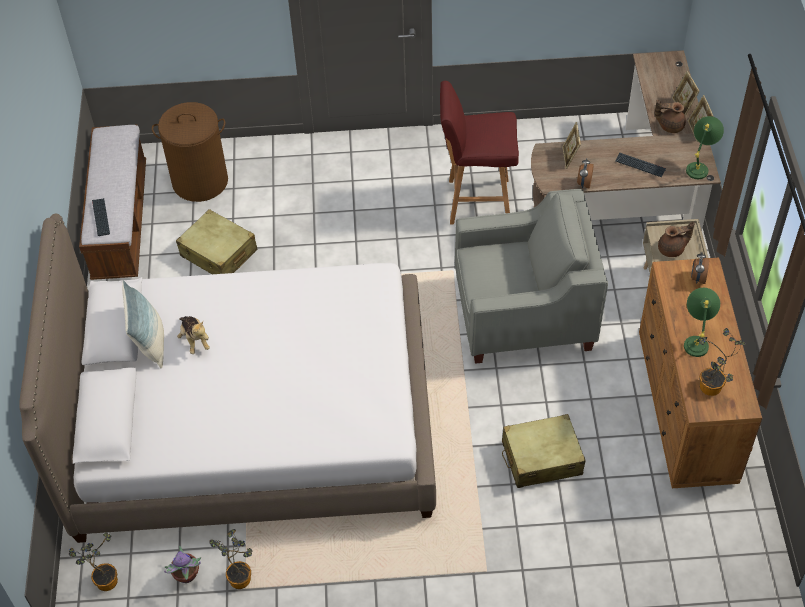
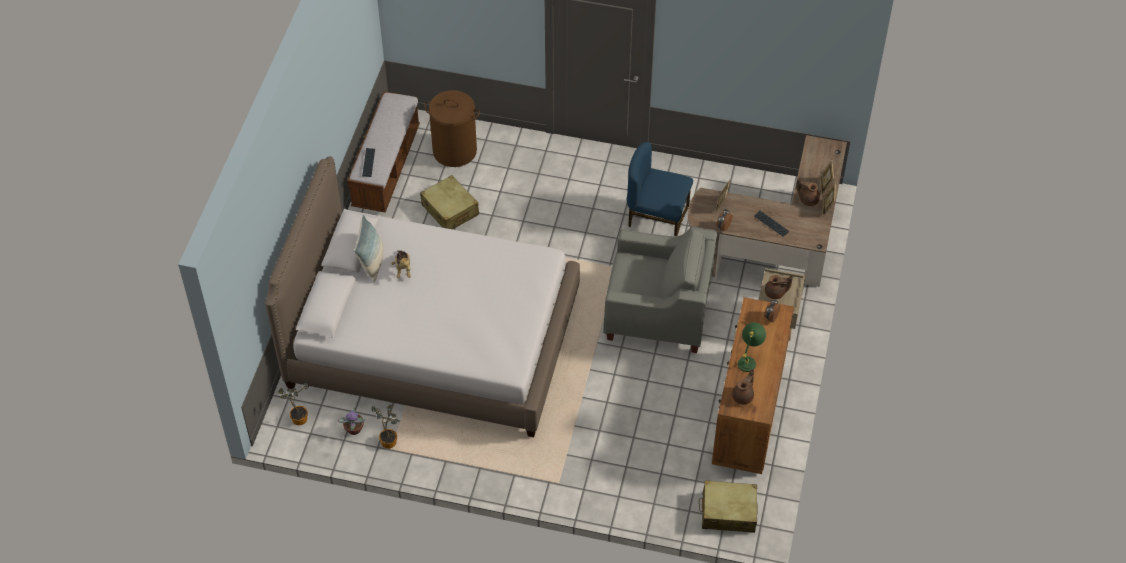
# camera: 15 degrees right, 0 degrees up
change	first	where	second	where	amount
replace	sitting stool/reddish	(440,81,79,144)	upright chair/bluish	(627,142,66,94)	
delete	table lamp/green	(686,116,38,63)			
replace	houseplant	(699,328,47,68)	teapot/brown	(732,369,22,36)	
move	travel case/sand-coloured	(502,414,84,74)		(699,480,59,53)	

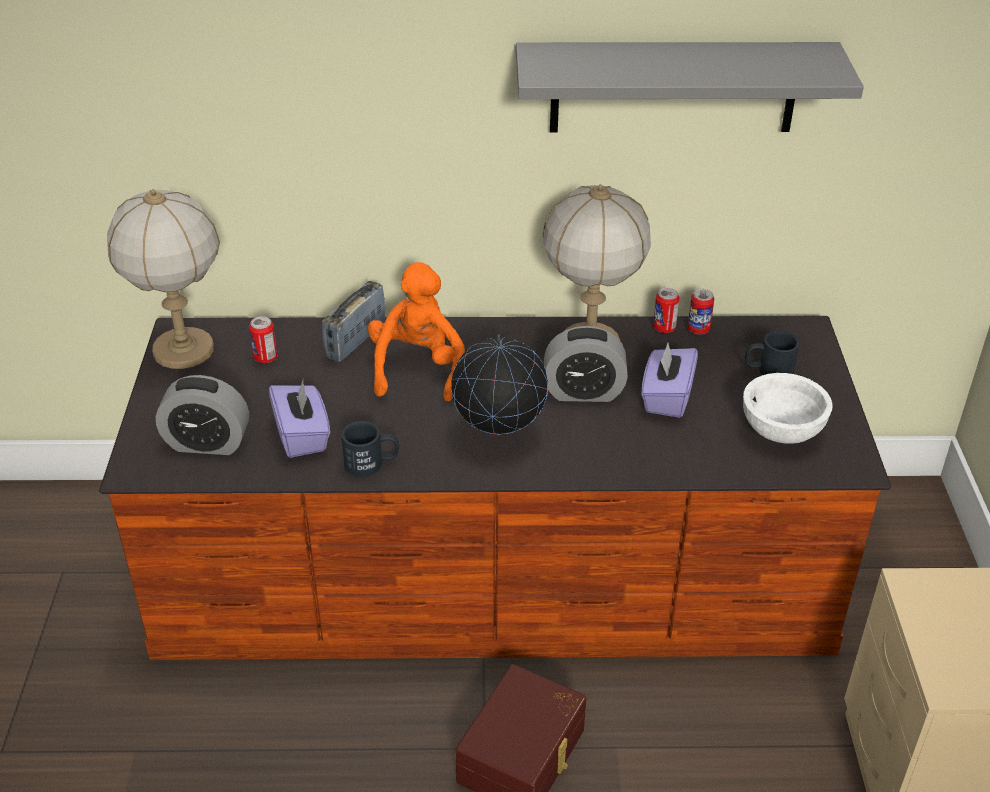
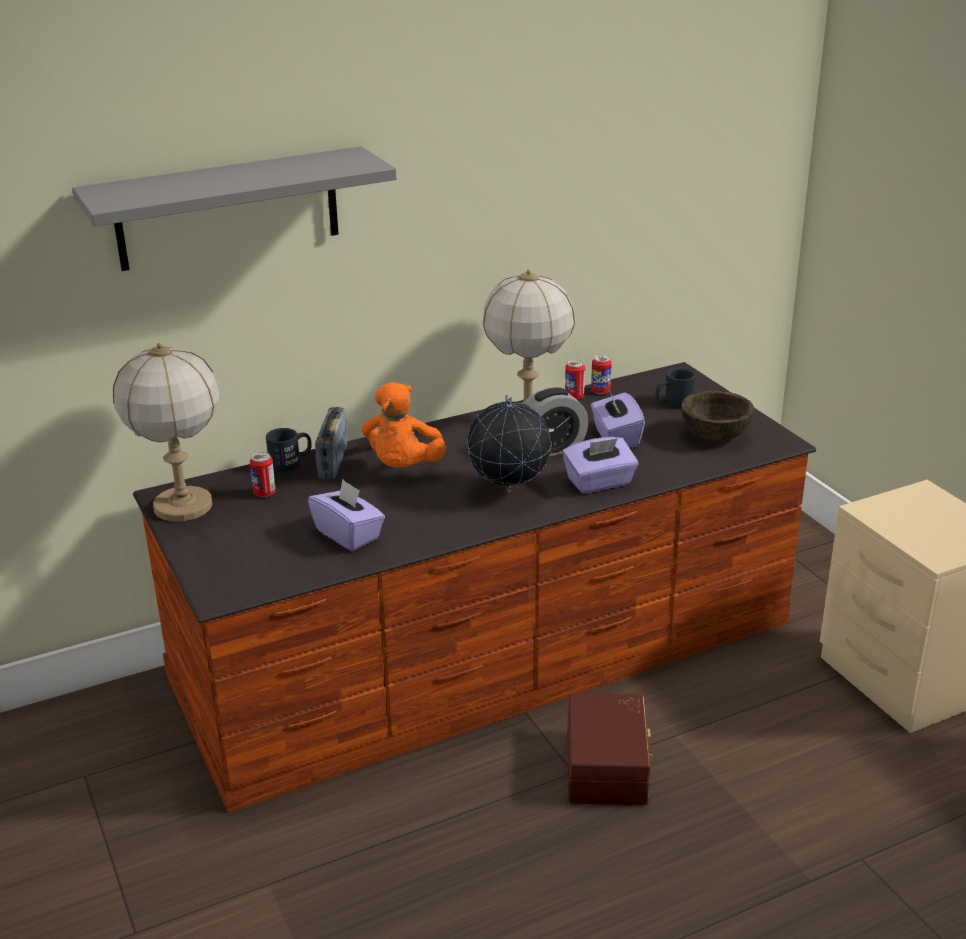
# camera: 25 degrees left, 10 degrees down
change	first	where	second	where	amount
move	bracket shelf/greyish	(516,42,348,90)		(72,146,325,125)	
rotate	cuddly toy/orange-coloured	(368,262,97,139)		(362,382,84,85)	150 degrees counterclockwise
recolor	bowl/white	(743,373,89,71)	bowl/brown	(682,391,72,50)	
delete	table clock	(155,375,94,80)			
move	coffee mug/black	(341,421,58,56)		(266,428,46,44)	
insert			tissue box/purplish	(562,437,76,57)	

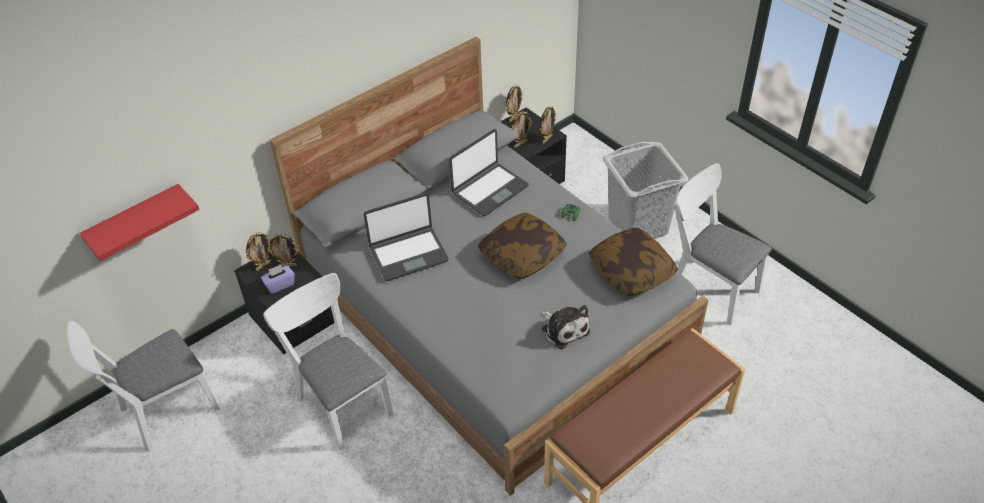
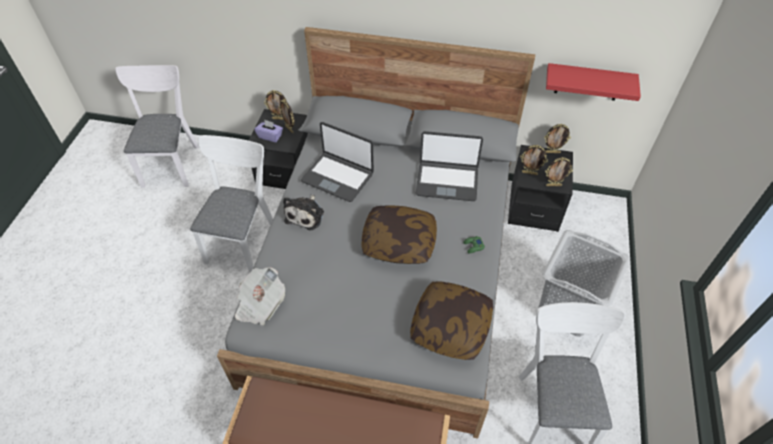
# camera: 50 degrees right, 5 degrees up
change	first	where	second	where	amount
move	bracket shelf/reddish	(80,184,120,77)		(546,63,95,38)	
move	cuddly toy	(542,305,48,44)		(283,194,41,36)	
rotate	upright chair/white	(67,321,153,131)		(115,65,84,123)	75 degrees clockwise
insert			printed paper	(235,267,50,58)	

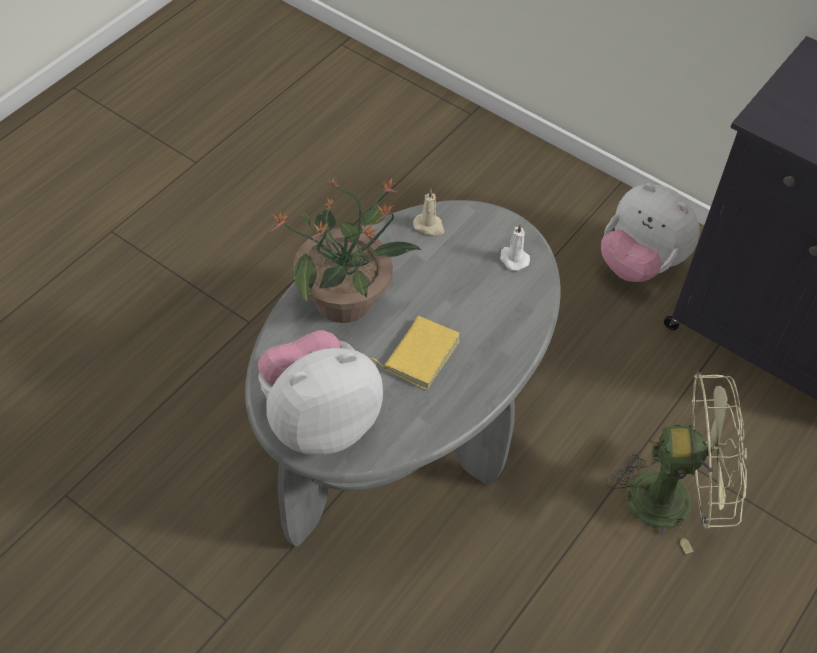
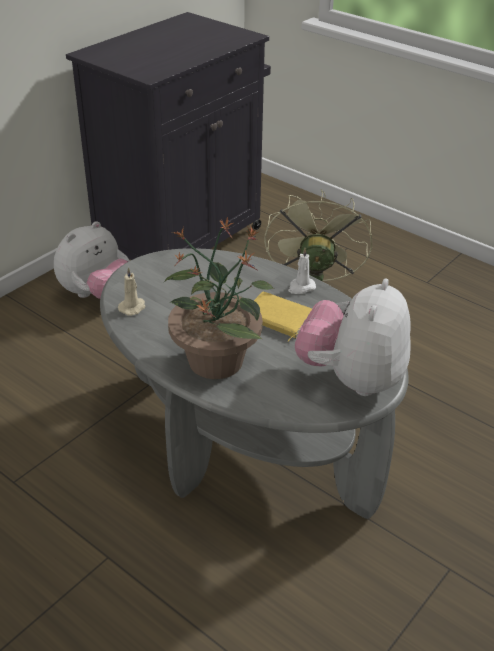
# camera: 85 degrees left, 15 degrees down
change	first	where	second	where	amount
move	candle/white	(500,223,30,48)		(288,248,28,46)	
rotate	cuddly toy	(258,330,125,125)		(295,278,116,118)	45 degrees clockwise

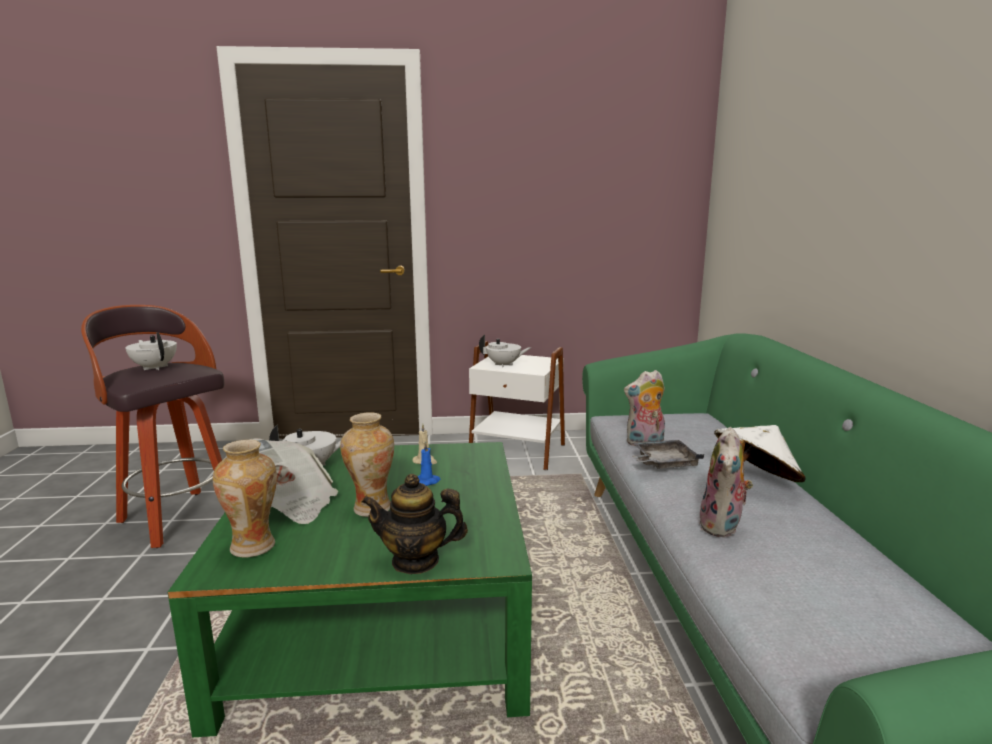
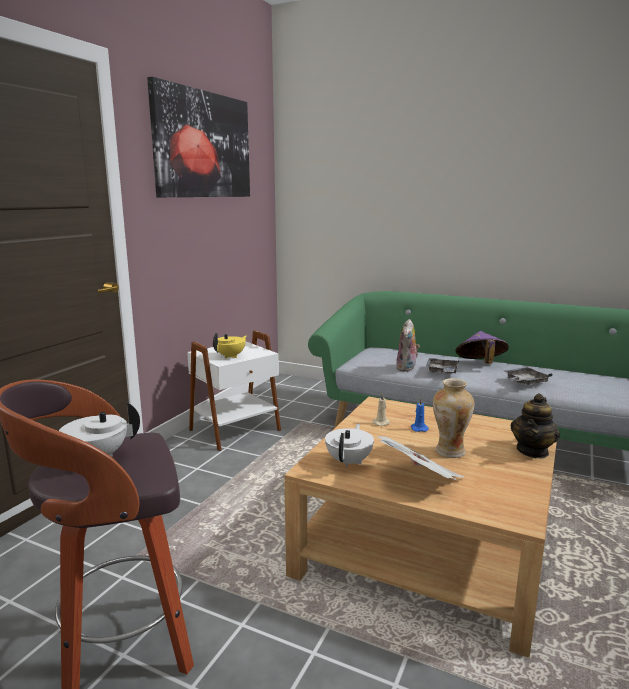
# camera: 60 degrees left, 0 degrees up
change	first	where	second	where	amount
recolor	teapot/white	(479,334,52,34)	teapot/yellow	(213,333,34,25)	
recolor	hat/white	(714,425,92,57)	hat/purplish	(455,331,54,33)	
replace	cuddly toy	(698,427,55,111)	serving tray/greyish	(504,367,48,18)	
delete	decorative vase	(213,440,64,118)			
recolor	low table/green	(168,442,364,296)	low table/sand-coloured	(284,397,273,261)	
insert			wall picture	(147,77,103,120)	

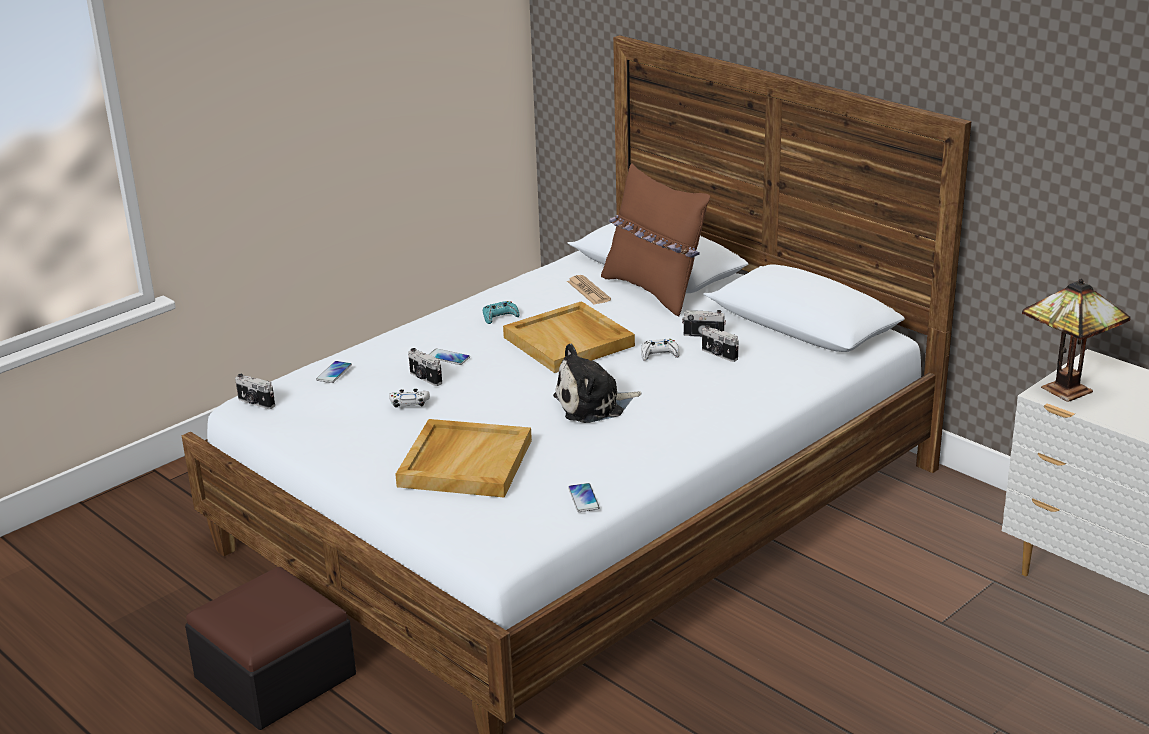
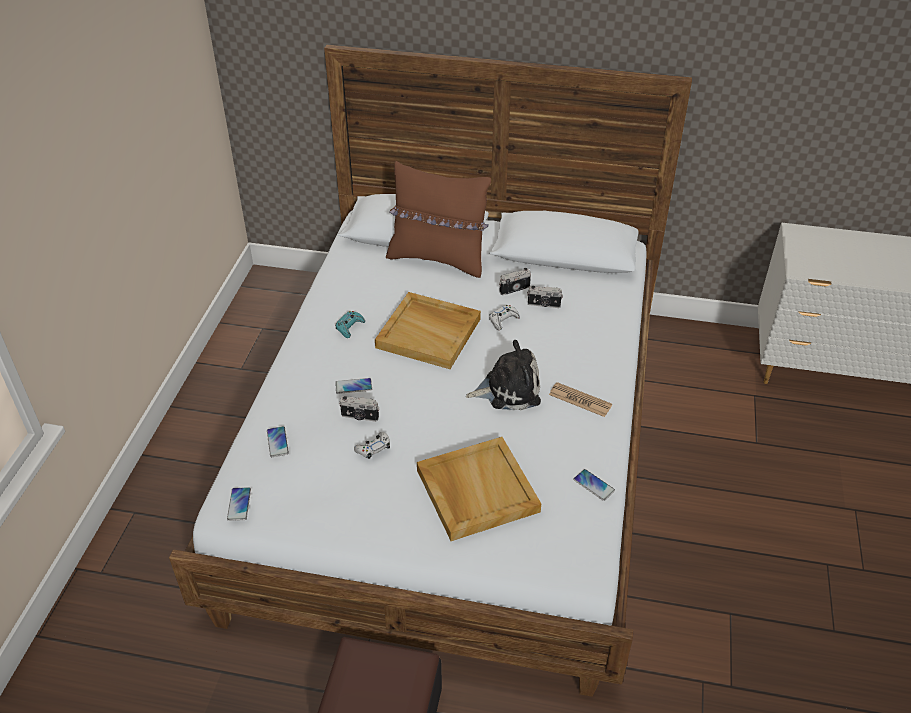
# camera: 35 degrees left, 15 degrees up
change	first	where	second	where	amount
move	printed paper	(567,275,44,30)		(549,382,63,35)	
delete	table lamp	(1022,279,109,123)			
rotate	cuddly toy	(553,343,88,80)		(466,340,75,70)	135 degrees counterclockwise
replace	photo camera	(235,374,40,35)	phone	(227,487,24,34)	

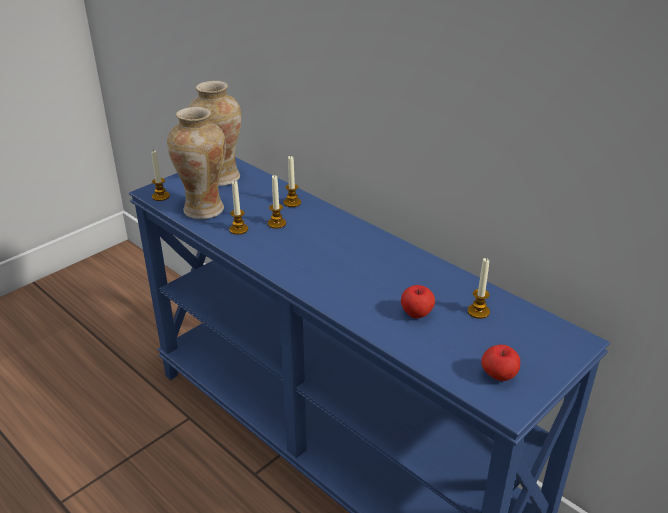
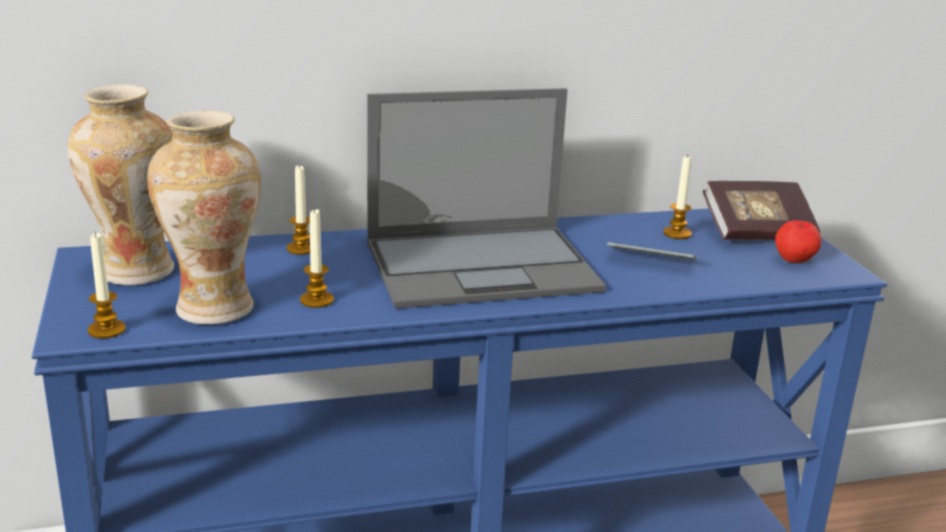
# camera: 60 degrees left, 10 degrees down
change	first	where	second	where	amount
delete	candle	(268,175,18,54)			
replace	whole apple	(401,285,34,33)	phone	(607,242,89,18)	
insert			laptop	(367,88,239,221)	
insert			bound book	(703,181,117,59)	

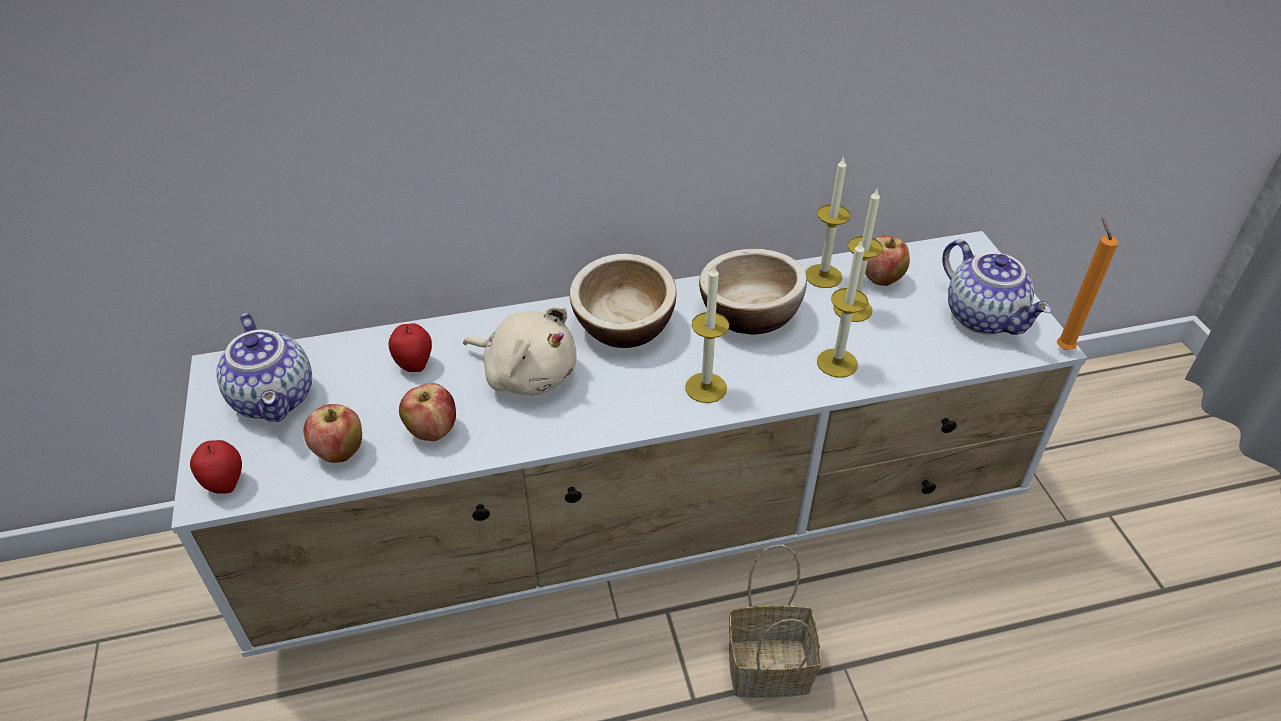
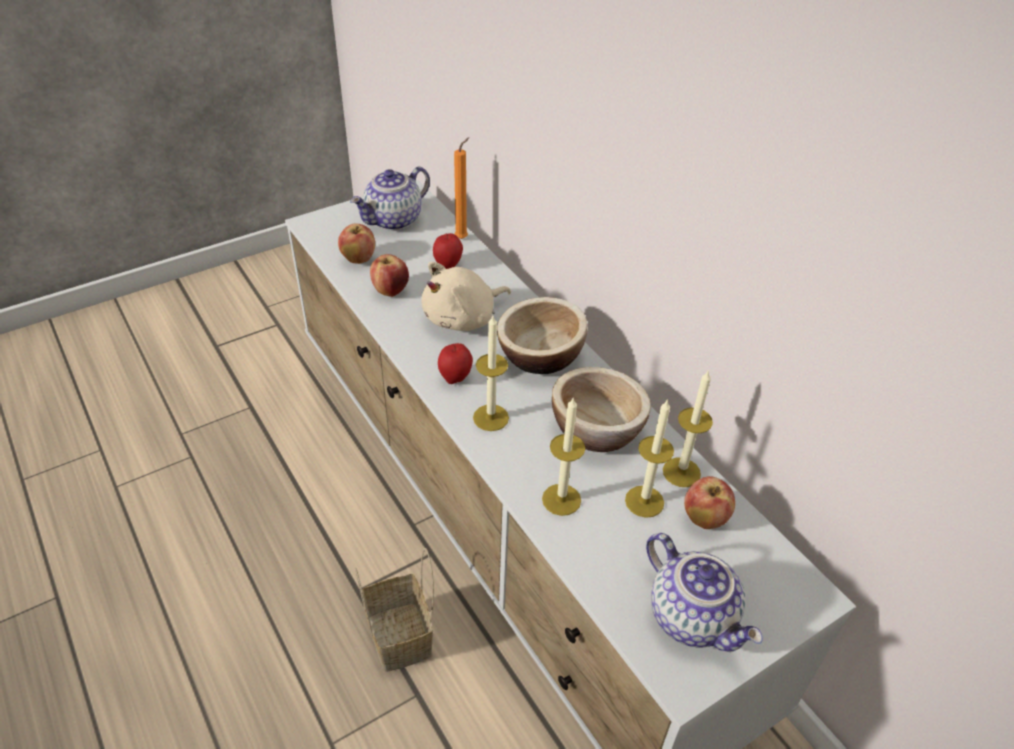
# camera: 70 degrees right, 0 degrees up
change	first	where	second	where	amount
move	candle/orange-coloured	(1057,217,61,133)		(454,137,15,102)	
rotate	teapot	(942,240,110,95)		(646,533,117,119)	75 degrees counterclockwise
rotate	cuddly toy/sand-coloured	(463,306,114,89)		(421,262,90,69)	45 degrees clockwise
move	whole apple	(190,440,52,53)		(438,343,35,41)	

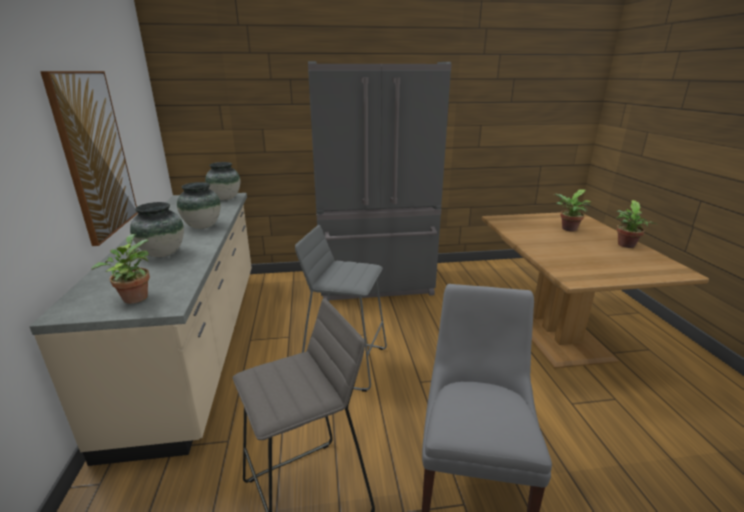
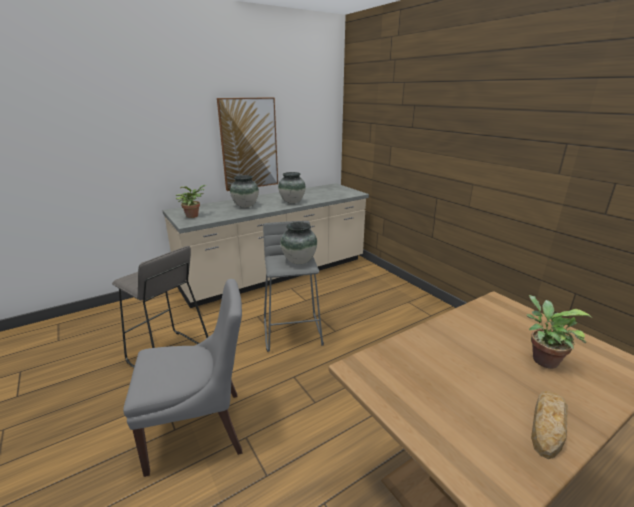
# camera: 65 degrees right, 0 degrees up
change	first	where	second	where	amount
delete	kitchen fridge/greyish	(308,61,144,239)			
move	decorative vase	(205,162,36,38)		(280,222,37,42)	
replace	houseplant	(616,200,42,48)	bread	(531,391,37,68)	

